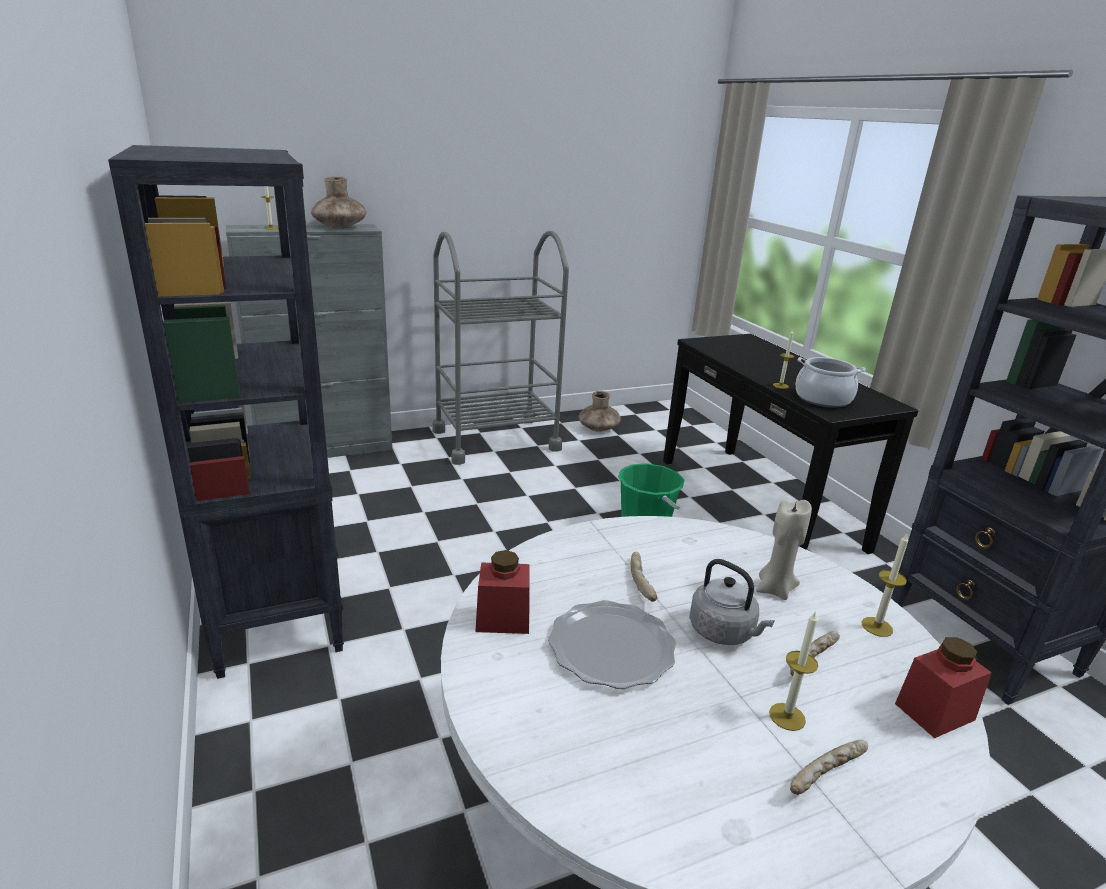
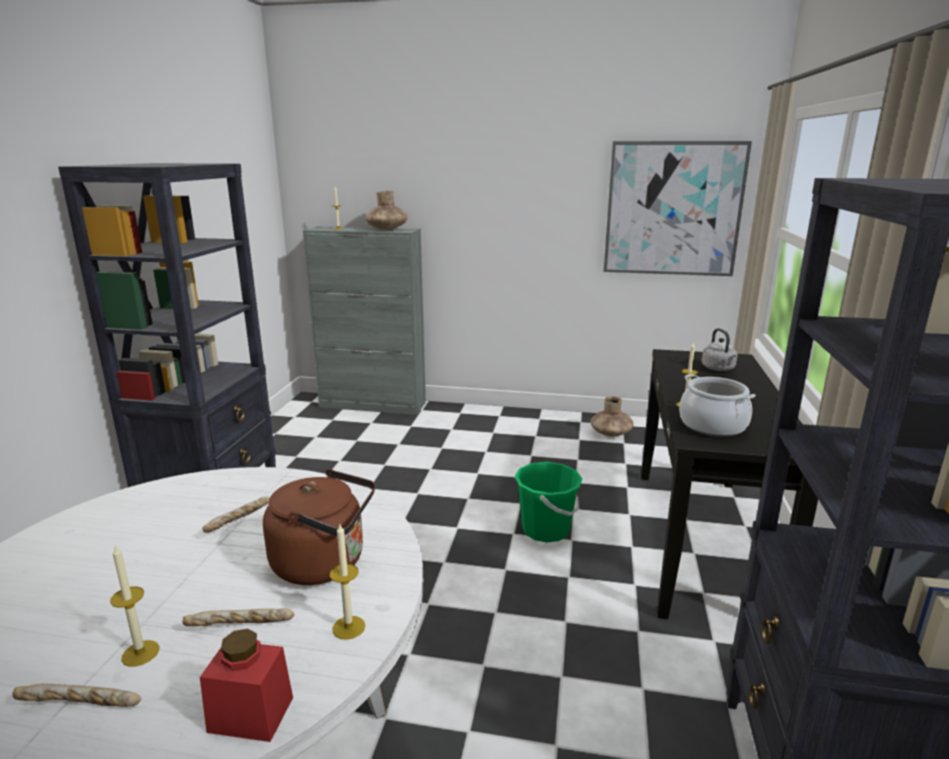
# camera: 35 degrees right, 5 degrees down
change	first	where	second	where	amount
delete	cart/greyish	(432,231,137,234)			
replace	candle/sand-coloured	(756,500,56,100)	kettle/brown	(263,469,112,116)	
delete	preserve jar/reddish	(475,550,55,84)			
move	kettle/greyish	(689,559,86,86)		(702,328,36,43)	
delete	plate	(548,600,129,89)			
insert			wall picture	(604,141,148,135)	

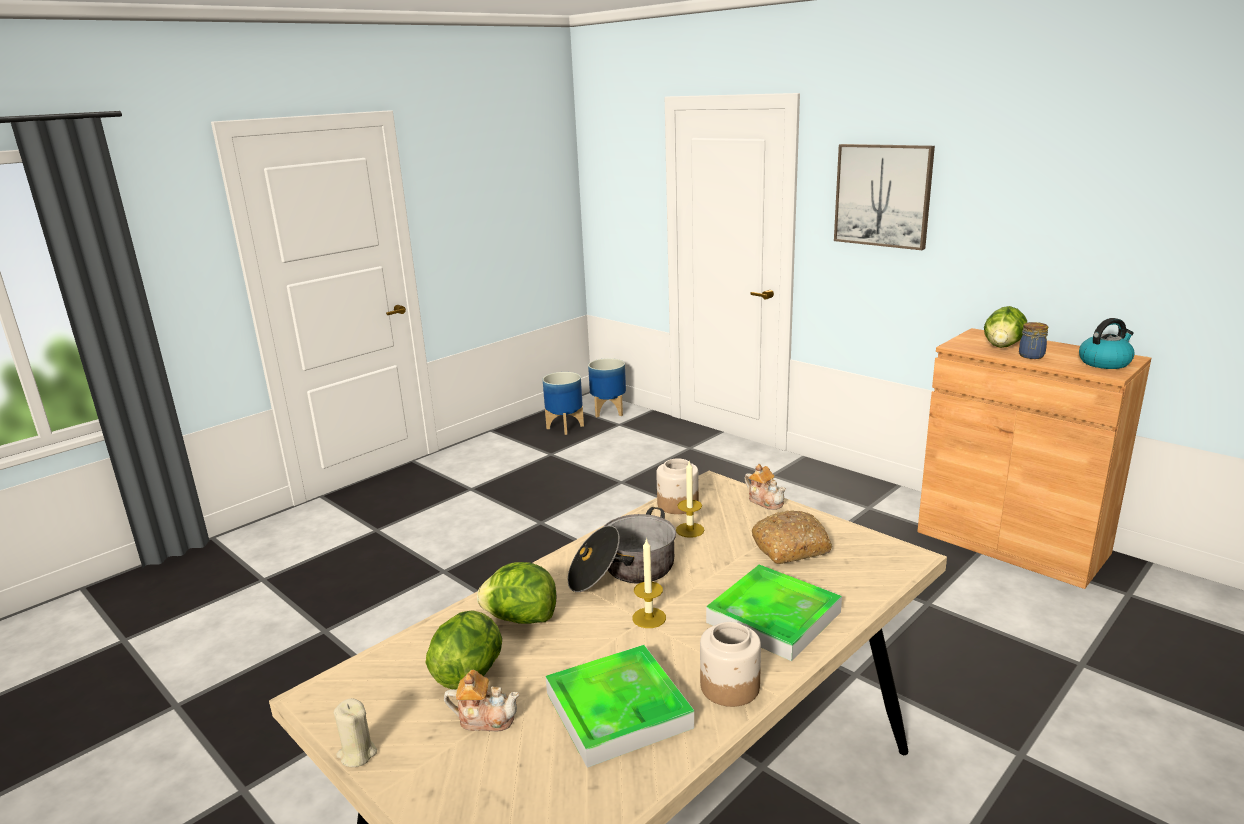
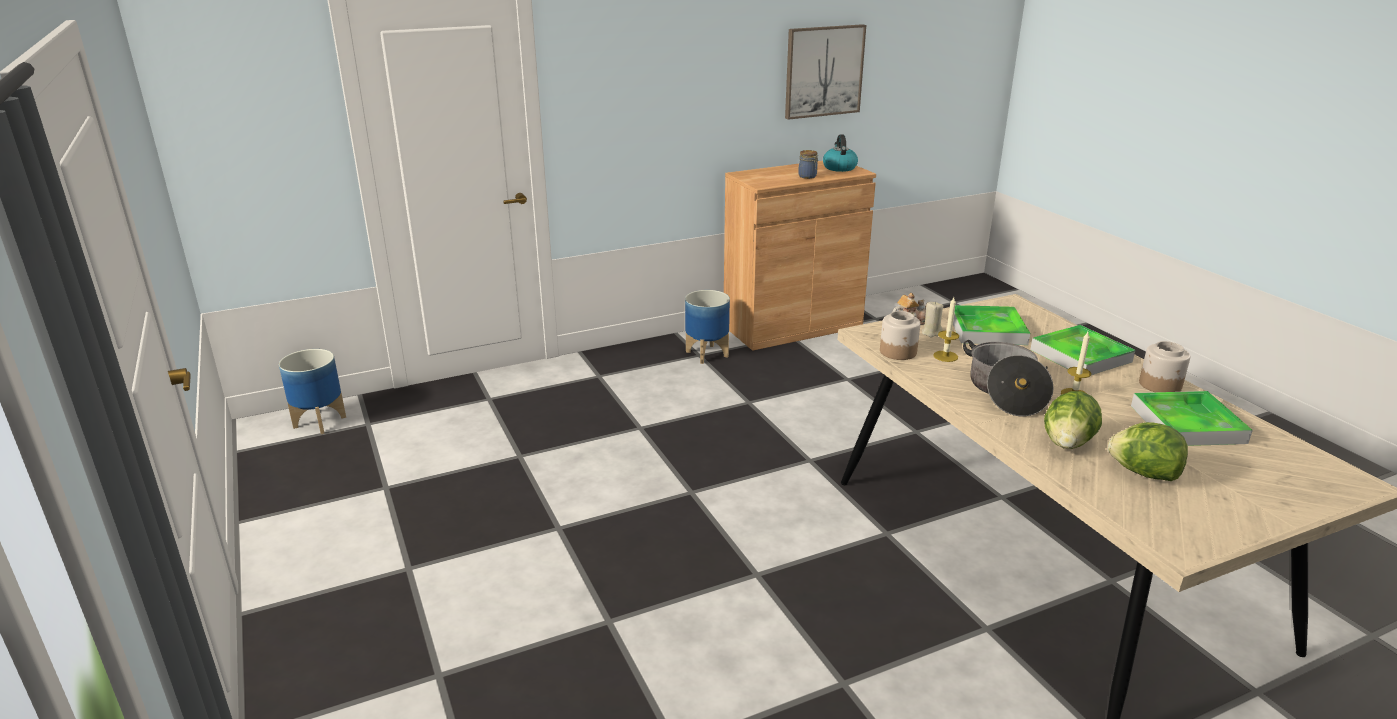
# camera: 70 degrees left, 5 degrees up
change	first	where	second	where	amount
move	wall picture	(834,144,101,106)		(785,24,81,96)	
delete	head of lettuce	(984,306,43,42)			
move	plant pot	(542,372,42,63)		(685,290,45,74)	
replace	bread	(752,510,80,54)	serving tray	(953,305,77,40)	
delete	teapot	(444,670,75,62)			
move	candle/sand-coloured	(334,698,43,69)		(922,301,21,36)	

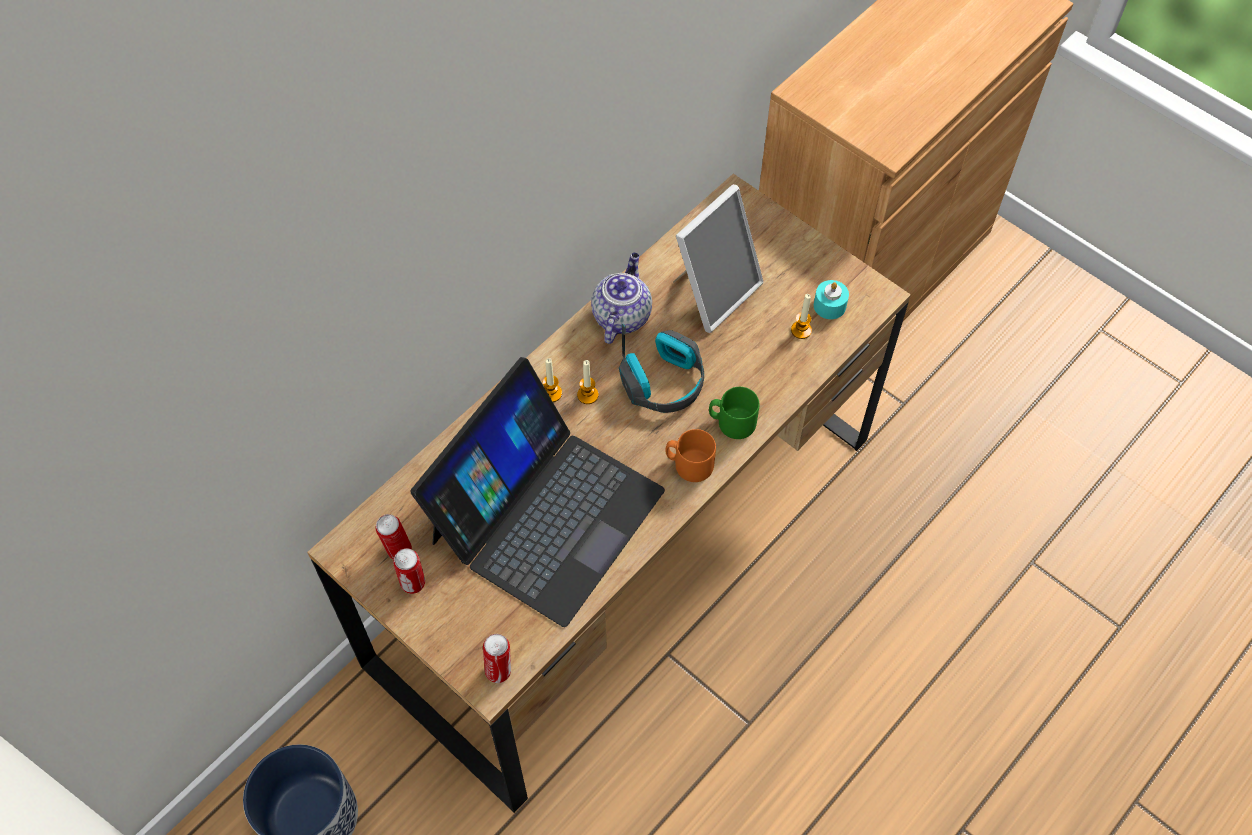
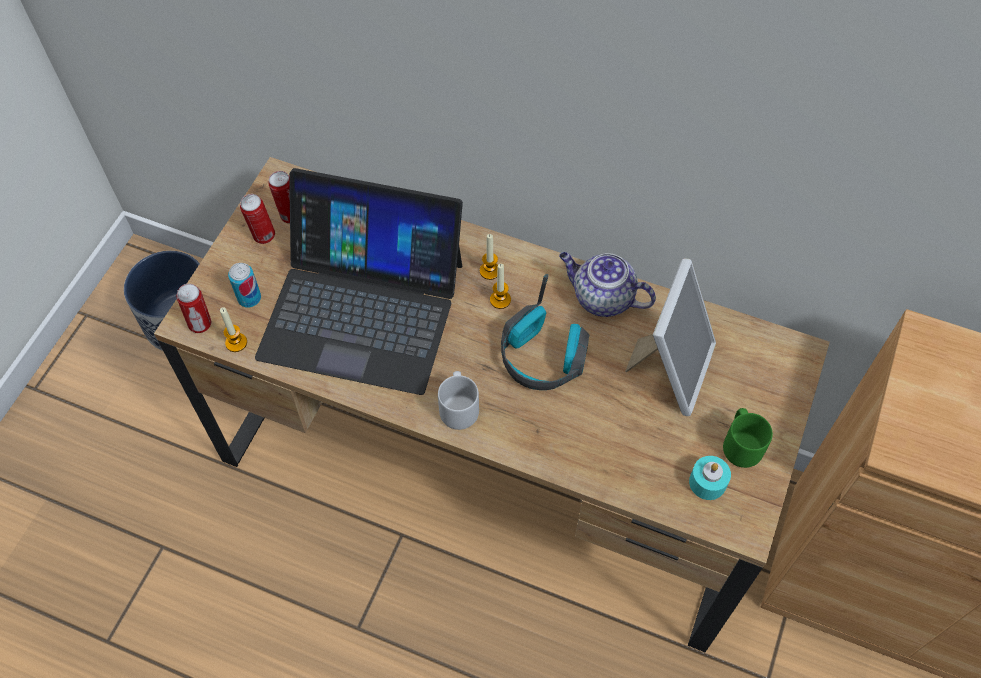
# camera: 70 degrees right, 0 degrees up
change	first	where	second	where	amount
rotate	photo frame	(673,184,91,149)		(625,258,91,158)	90 degrees counterclockwise
rotate	teapot	(591,253,61,91)		(559,252,97,65)	150 degrees counterclockwise
move	candle	(791,294,21,45)		(220,307,27,45)	
move	coffee mug/green	(709,387,50,52)		(723,408,50,60)	
recolor	coffee mug/orange-coloured	(666,429,50,53)	coffee mug/greyish	(438,371,41,59)	
insert			can	(228,263,33,45)	

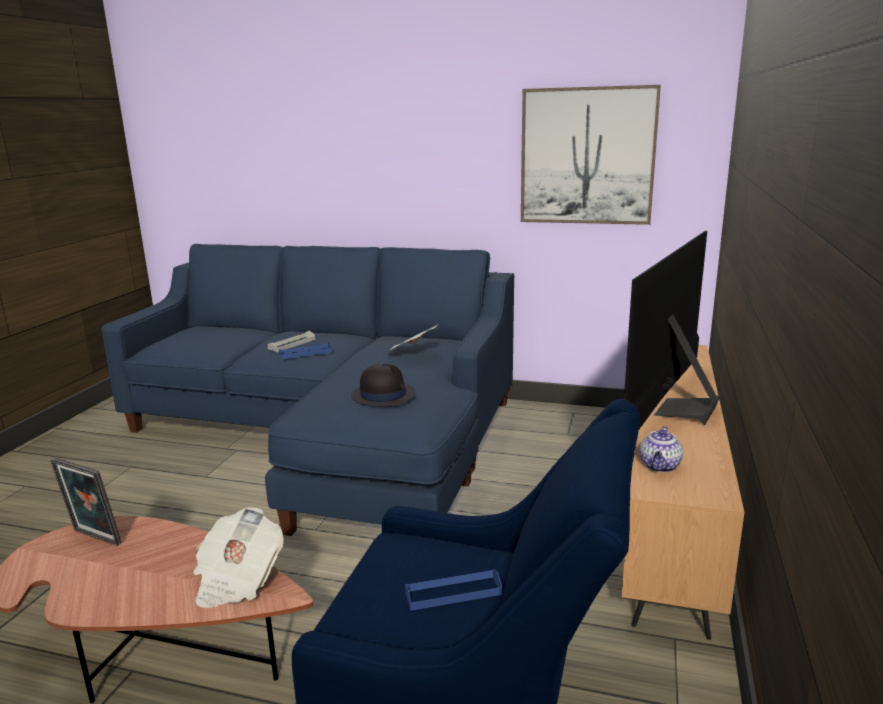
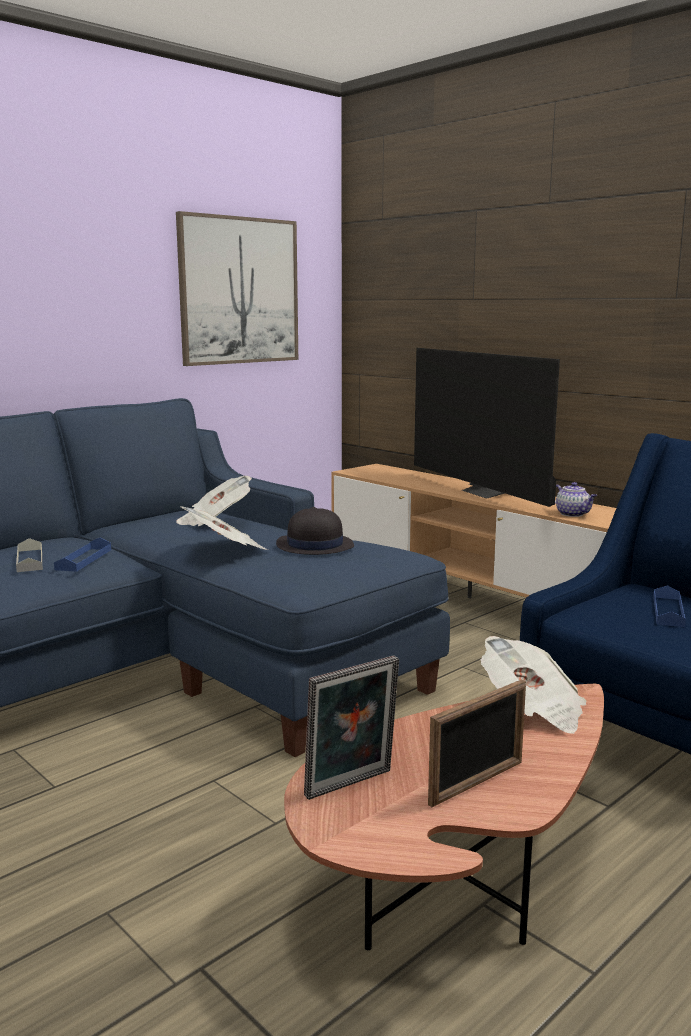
# camera: 60 degrees left, 5 degrees down
change	first	where	second	where	amount
insert			printed paper	(179,506,89,44)	
insert			photo frame	(428,679,98,128)	

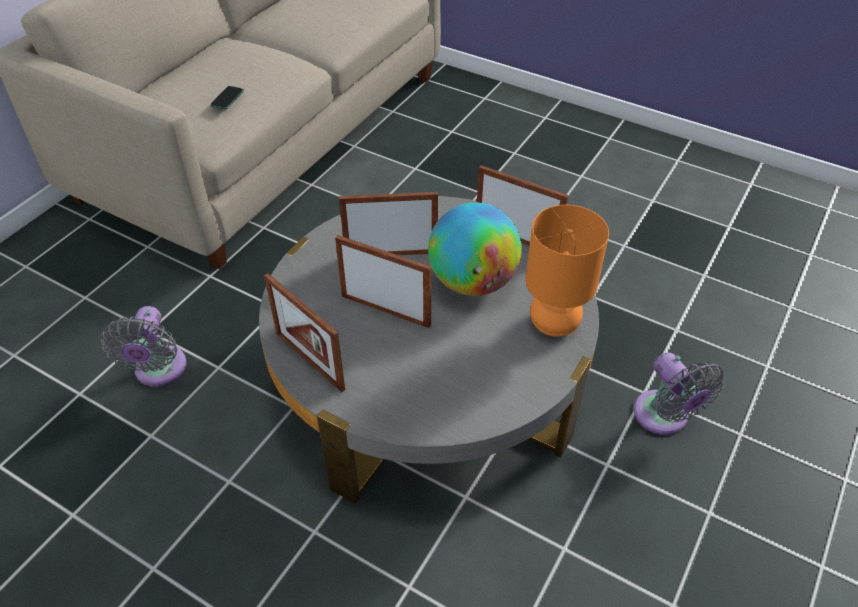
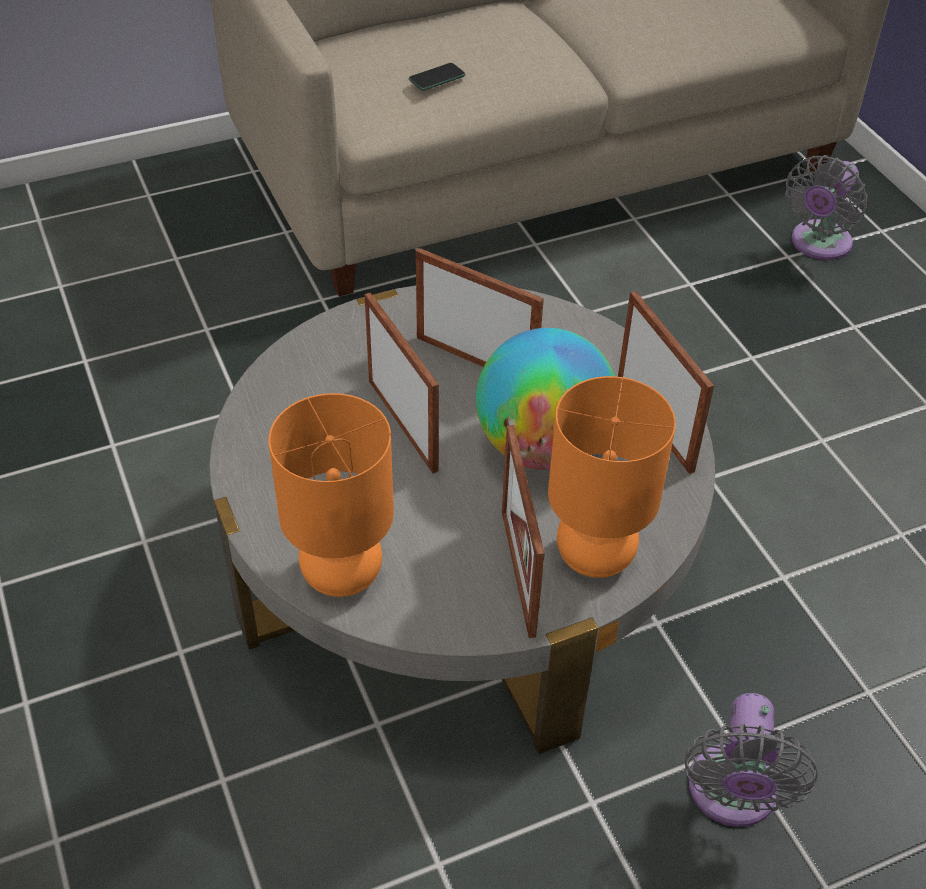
# camera: 35 degrees right, 0 degrees up
change	first	where	second	where	amount
move	photo frame	(264,273,81,119)		(502,425,43,213)	
move	electric fan/greyish	(100,306,87,80)		(785,155,83,105)	
insert			table lamp/orange-coloured	(268,393,126,204)	

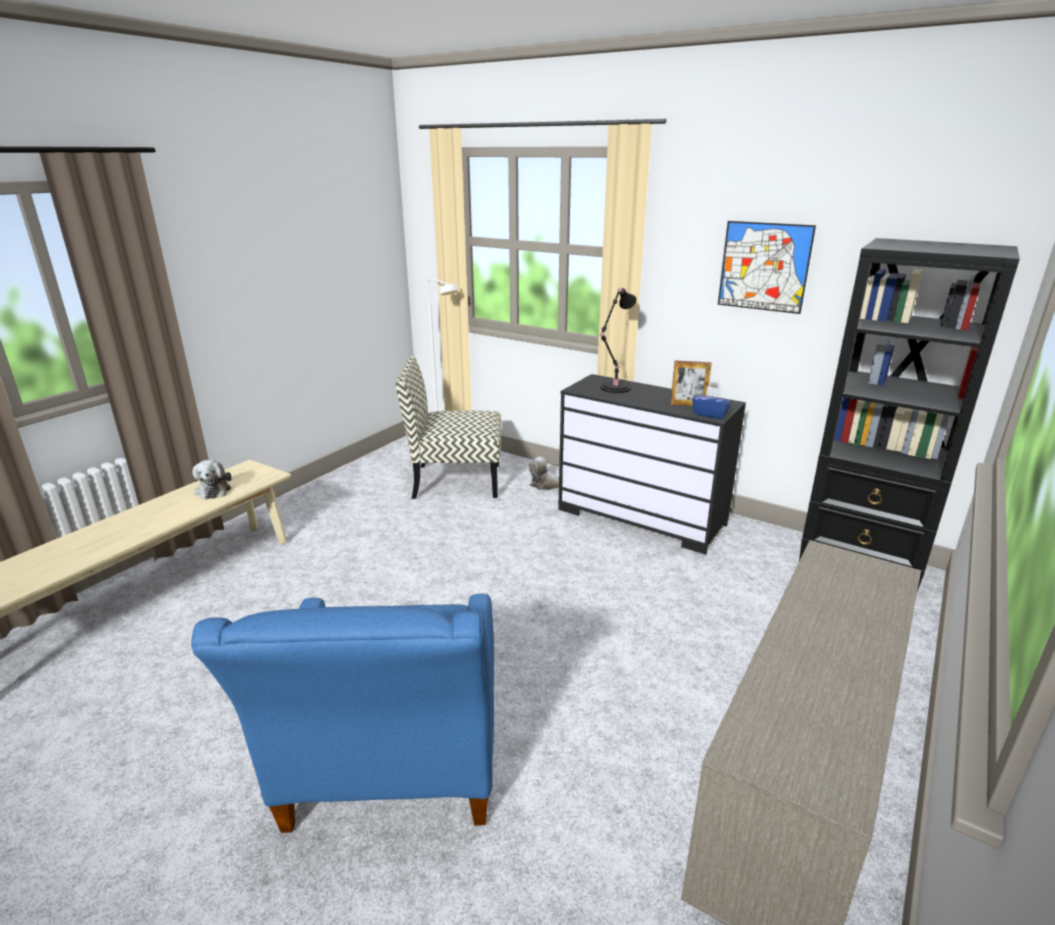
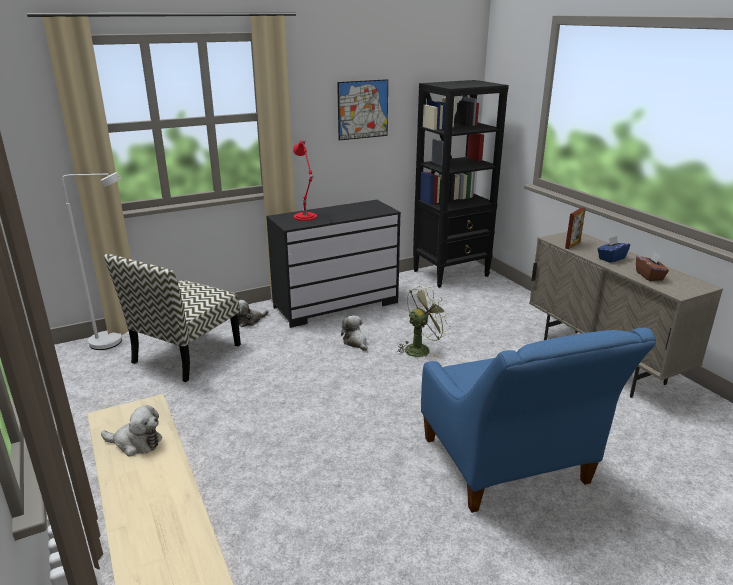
# camera: 60 degrees left, 0 degrees up
change	first	where	second	where	amount
recolor	table lamp/black	(600,288,36,105)	table lamp/reddish	(293,140,24,81)	
move	photo frame	(671,361,41,45)		(565,207,21,42)	
move	tissue box/bluish	(692,387,39,32)		(598,236,32,27)	
rotate	lounge chair/bluish	(191,594,303,239)		(421,328,235,185)	45 degrees clockwise
insert			tissue box/brown	(636,252,33,29)	
insert			electric fan/green	(397,286,54,72)	
insert			cuddly toy	(341,315,27,36)	

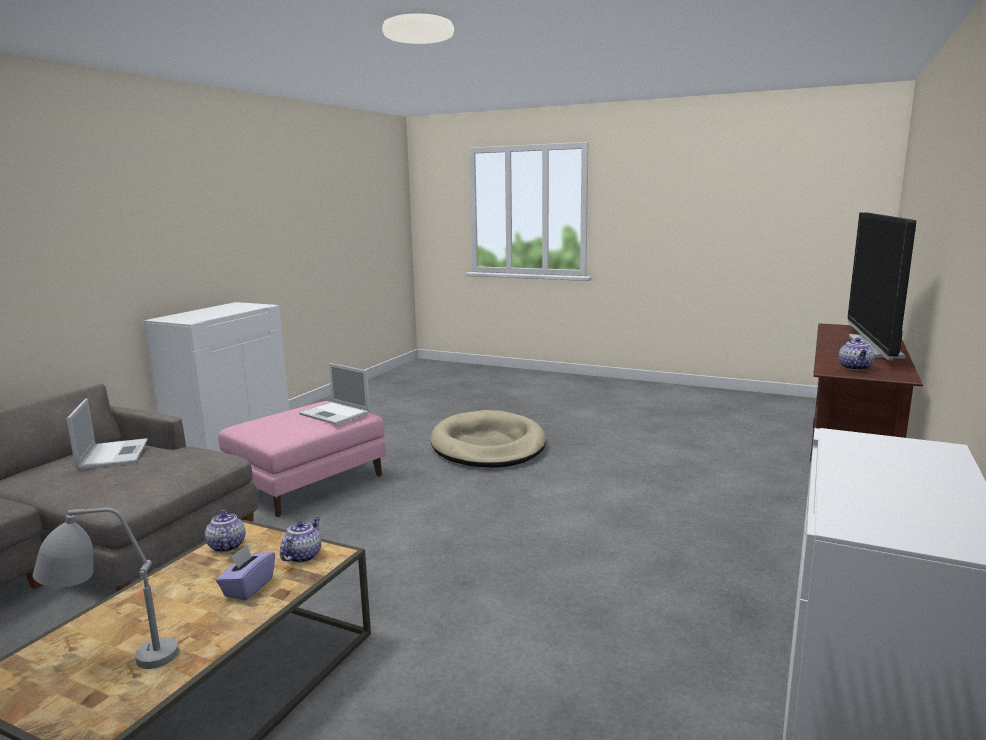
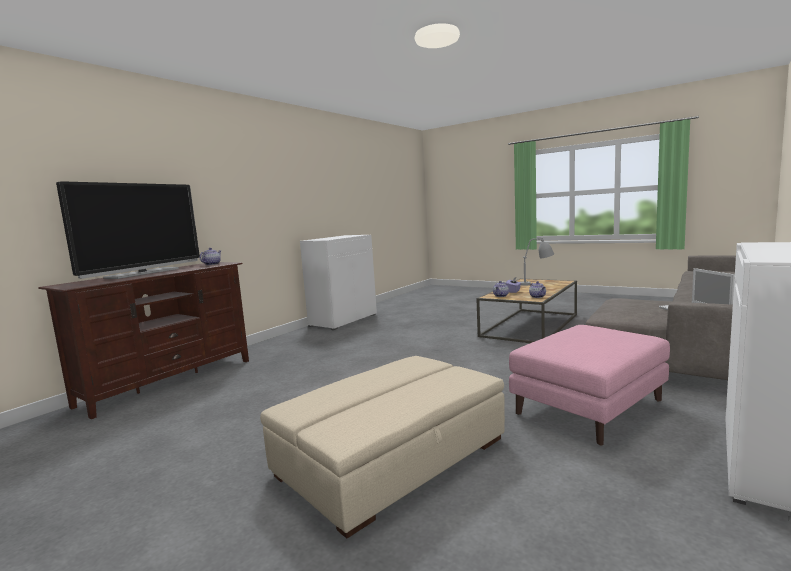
# camera: 170 degrees left, 5 degrees down
change	first	where	second	where	amount
delete	laptop	(299,363,71,62)			
replace	dog cushion/sand-coloured	(430,410,116,58)	ottoman/sand-coloured	(260,356,245,183)	

